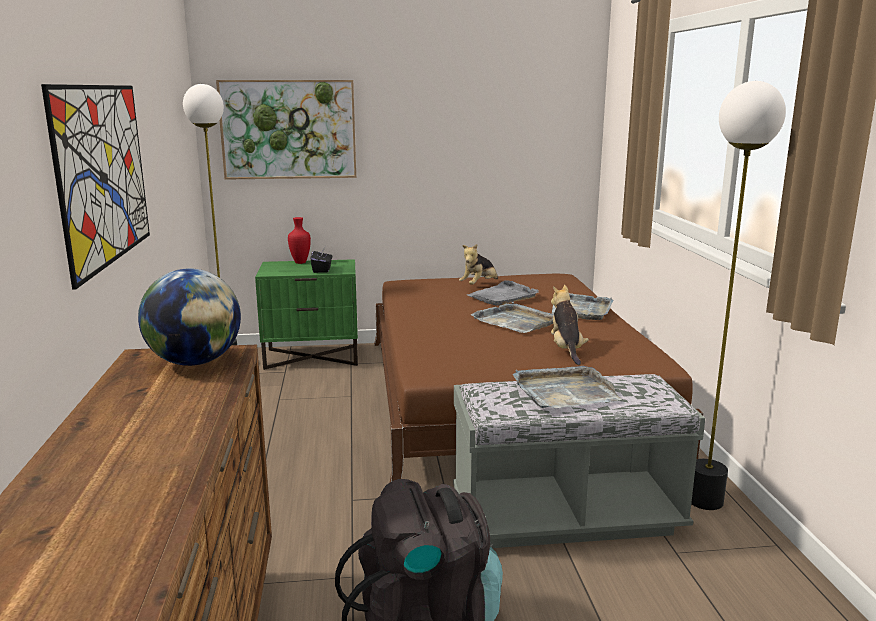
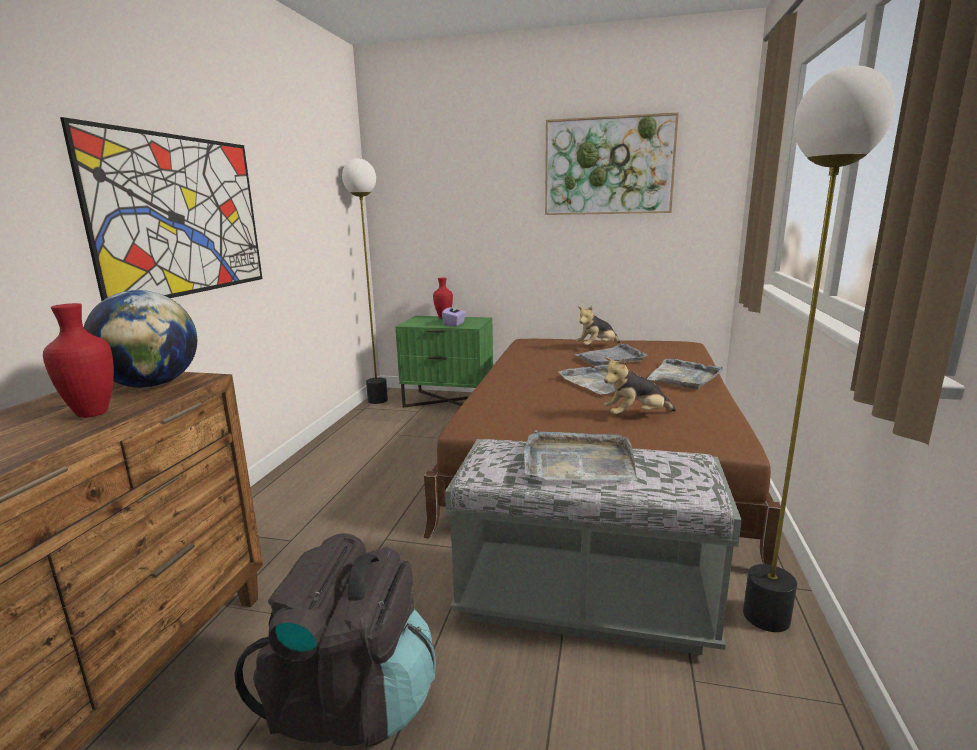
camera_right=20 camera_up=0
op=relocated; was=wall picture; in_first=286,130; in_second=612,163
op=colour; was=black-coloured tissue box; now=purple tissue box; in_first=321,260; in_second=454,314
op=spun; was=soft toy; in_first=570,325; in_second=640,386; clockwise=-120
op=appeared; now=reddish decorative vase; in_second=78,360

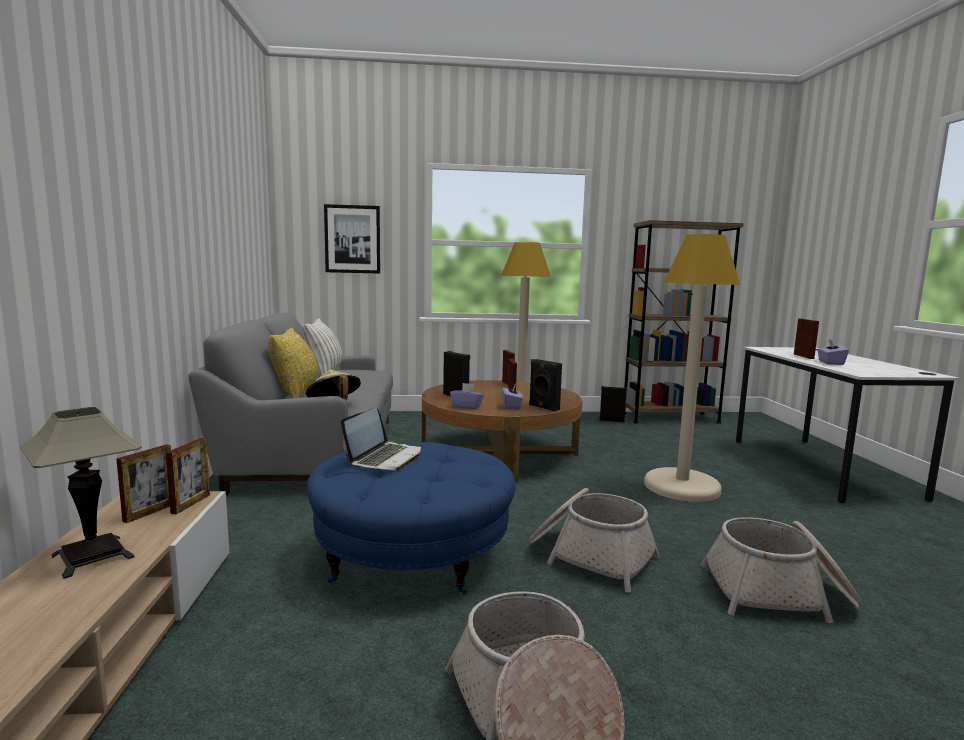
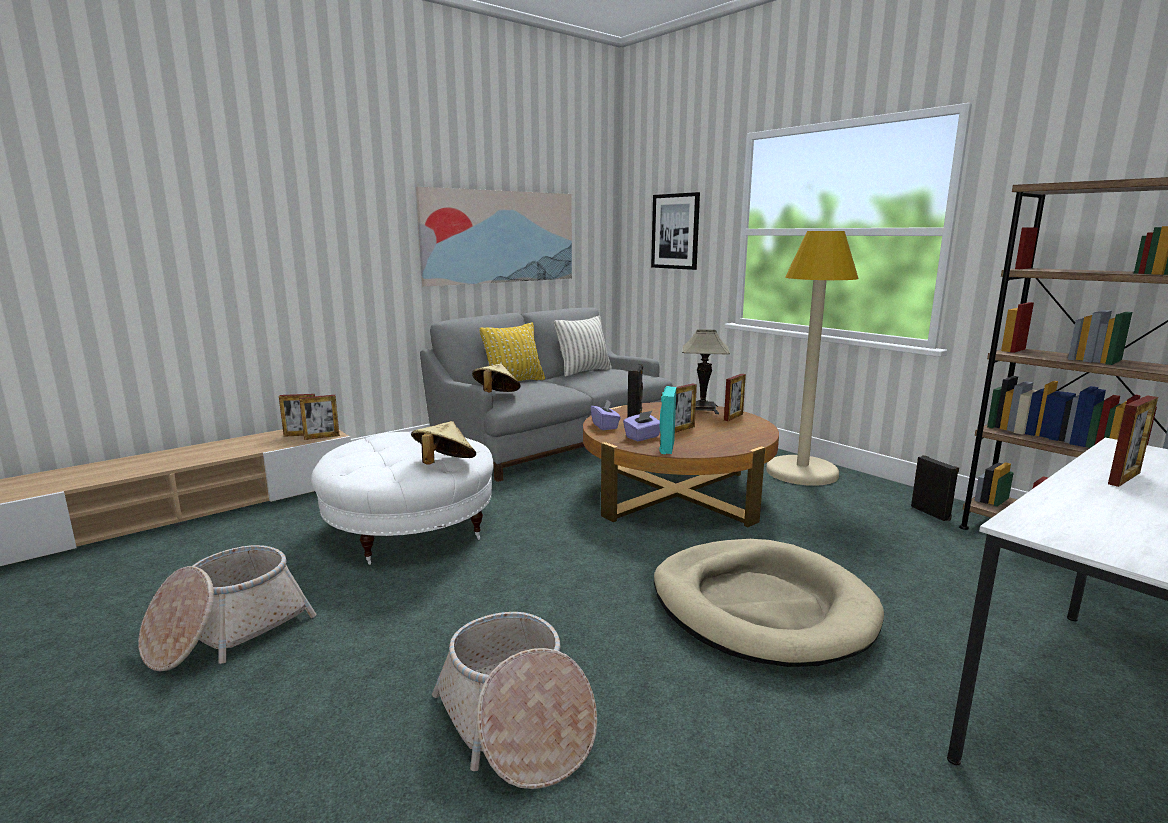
camera_right=55 camera_up=5
op=exchanged; was=beige-coloured standing lamp; now=beige-coloured dog cushion; in_first=692,368; in_second=769,603
op=missing; was=purple tissue box; in_first=833,352
op=colour; was=black-coloured loudspeaker; now=turquoise loudspeaker; in_first=545,385; in_second=668,420
op=relocated; was=table lamp; in_first=81,493; in_second=706,371
op=missing; was=portable computer; in_first=381,438
op=colour; was=bluish footrest; now=white-coloured footrest; in_first=411,518; in_second=402,498
op=missing; was=storage basket; in_first=594,540
op=appeared; now=wall picture; in_second=494,237
op=appeared; now=beige-coloured clothing hat; in_second=443,443

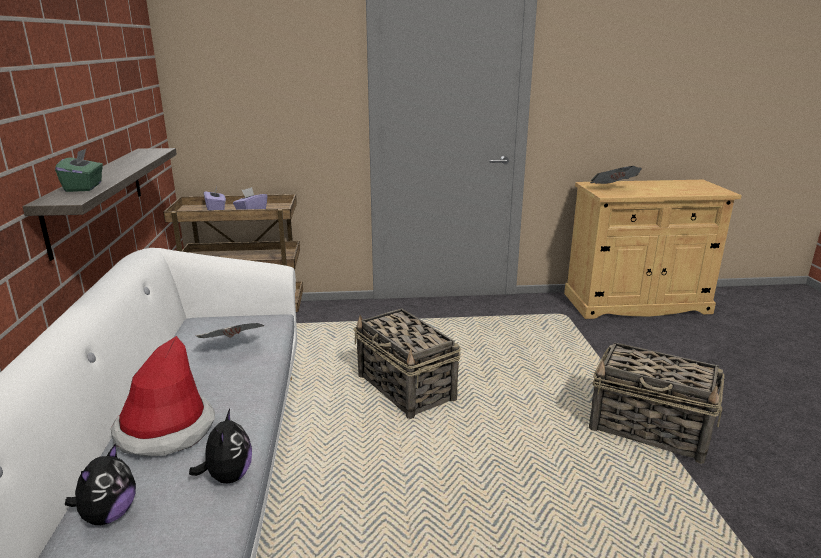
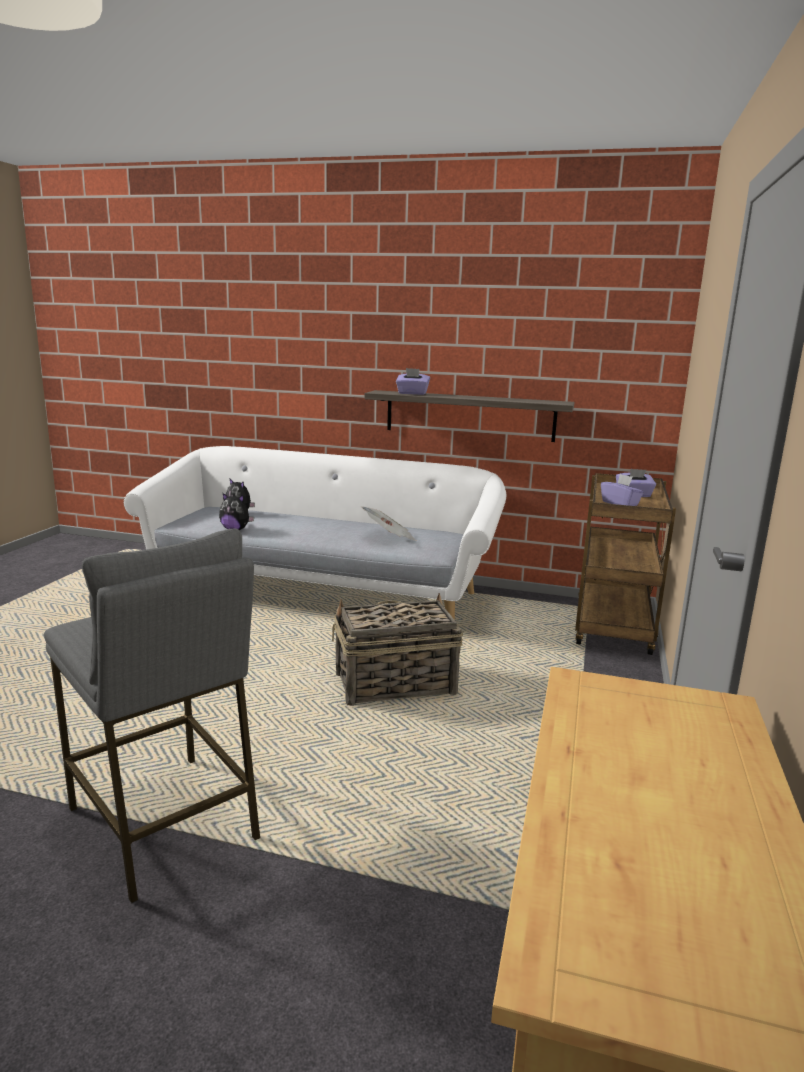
camera_right=110 camera_up=-5
op=colour; was=green-coloured tissue box; now=purple tissue box; in_first=79,170; in_second=413,381
op=missing; was=newspaper; in_first=616,175
op=missing; was=clothing hat; in_first=163,396
op=exchanged; was=storage basket; now=gray stool; in_first=657,403; in_second=152,716

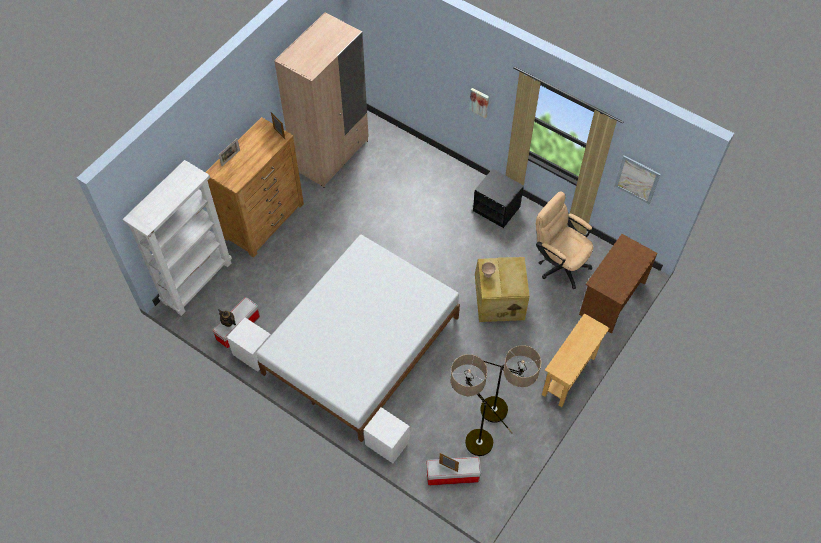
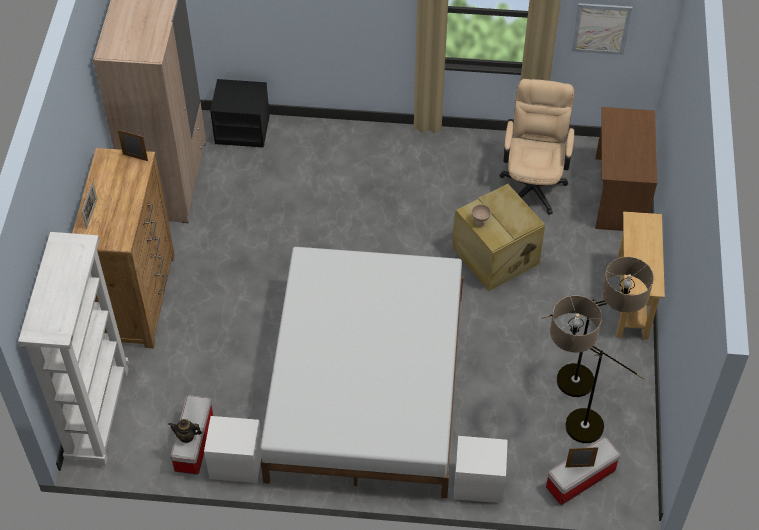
camera_right=-30 camera_up=-5
op=missing; was=wall picture; in_first=479,103
op=relocated; was=black-coloured bedside table; in_first=498,198; in_second=240,113
op=spun; was=beige-coloured computer chair; in_first=564,240; in_second=537,147; clockwise=90

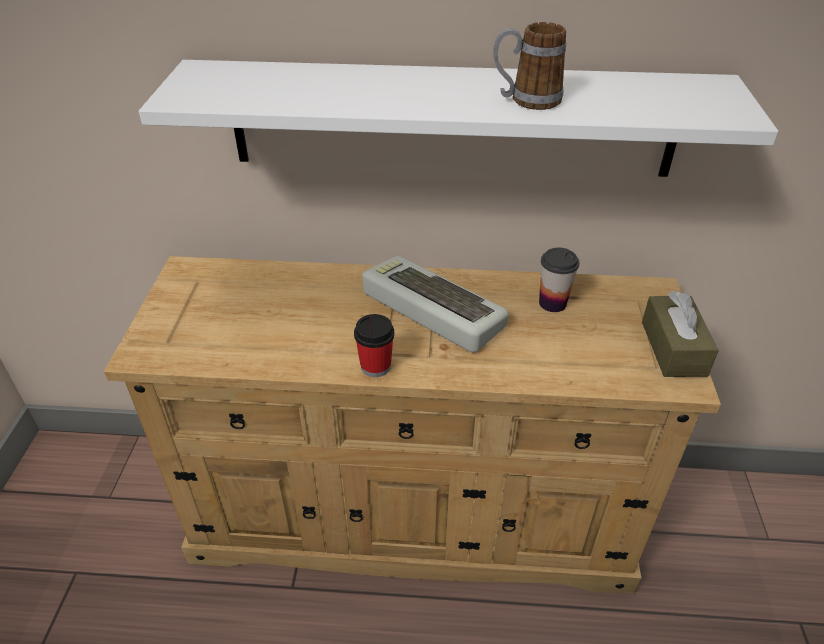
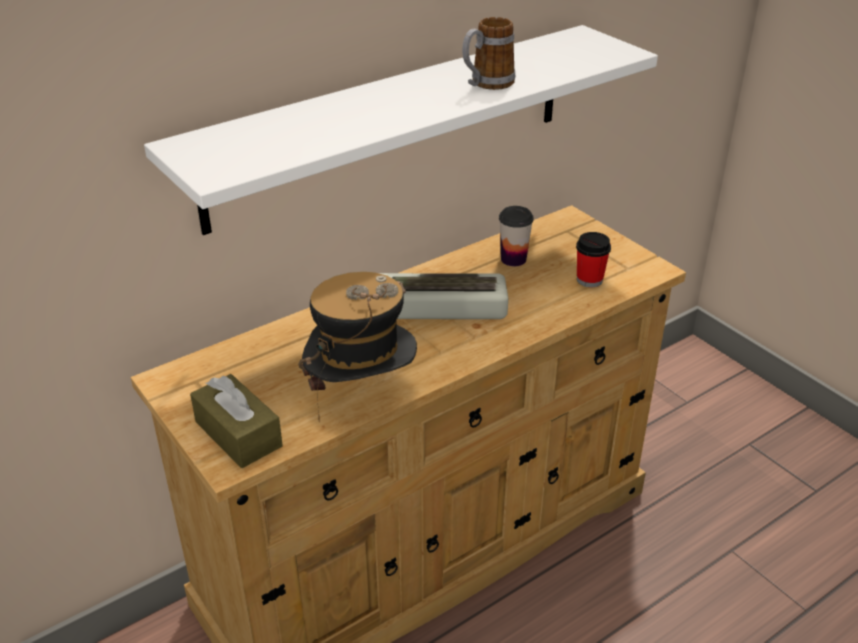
camera_right=-40 camera_up=-5
op=relocated; was=brown tissue box; in_first=680,334; in_second=236,421
op=relocated; was=small cup; in_first=374,345; in_second=593,259
op=appeared; now=clothing hat; in_second=357,347

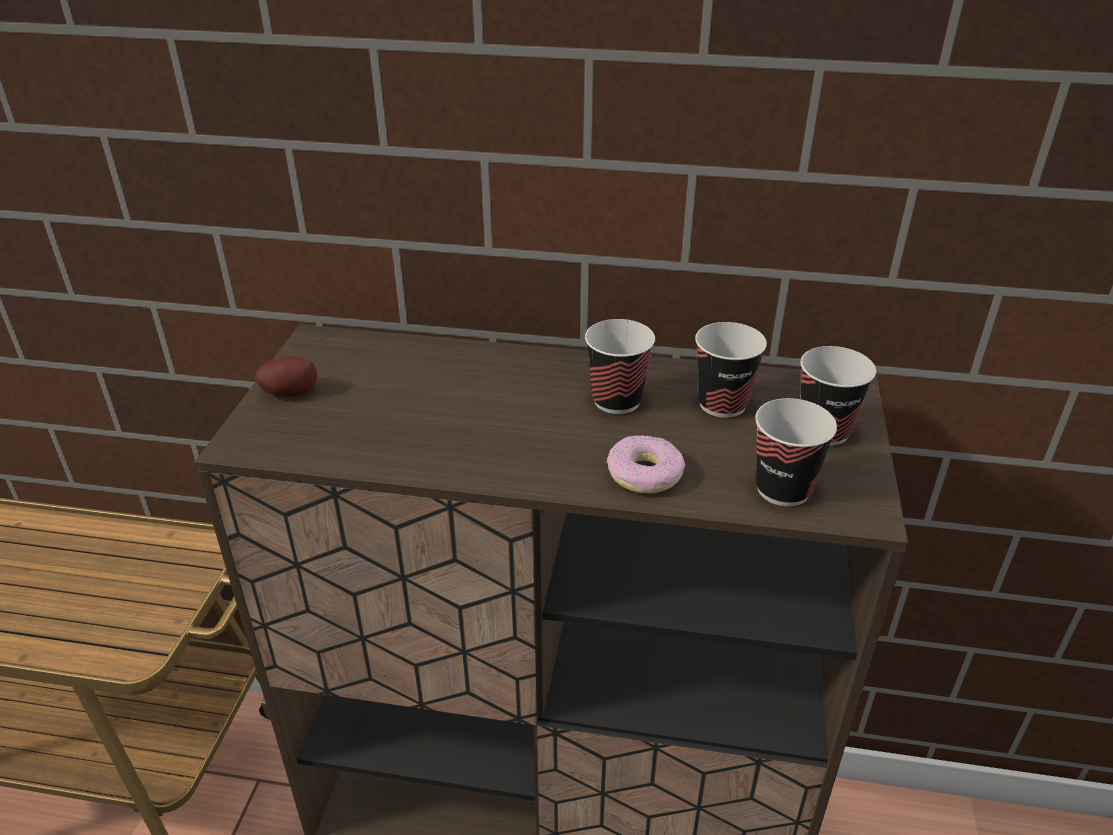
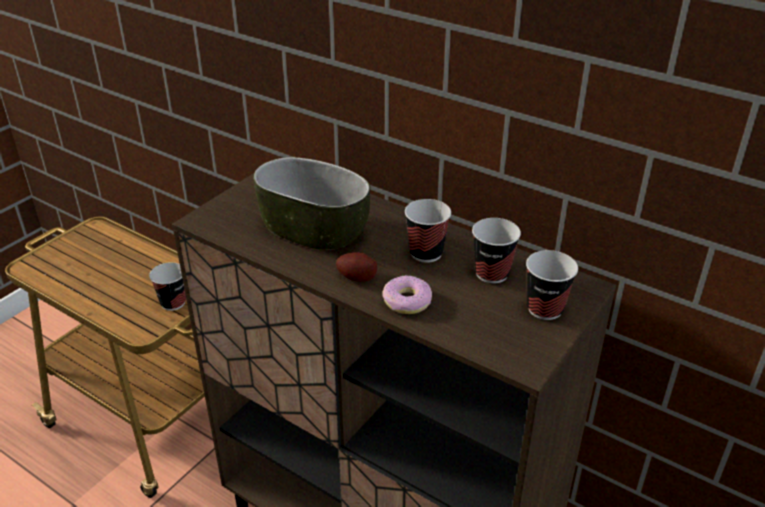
camera_right=25 camera_up=0
op=relocated; was=potato; in_first=286,376; in_second=356,267
op=relocated; was=small cup; in_first=796,452; in_second=167,286
op=appeared; now=deep dish; in_second=312,203

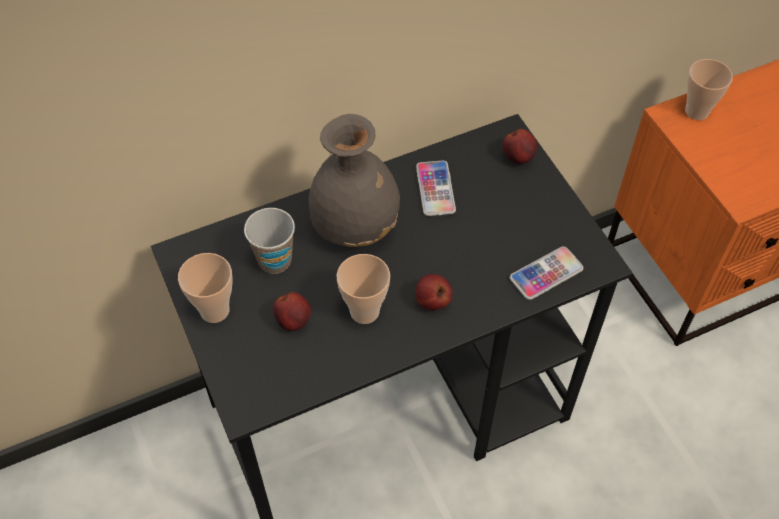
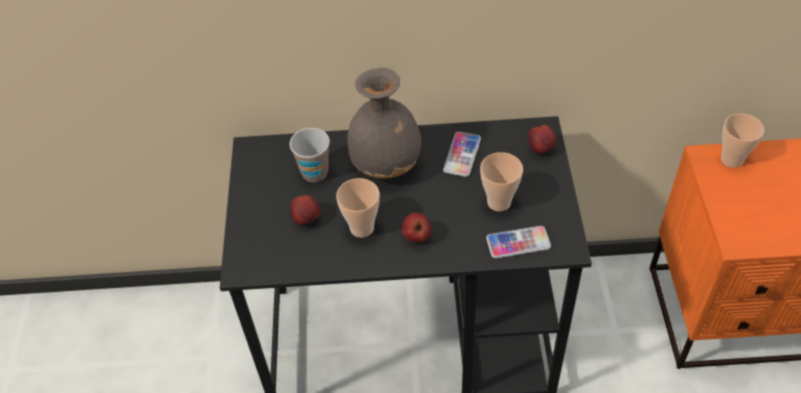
camera_right=25 camera_up=-5
op=relocated; was=small cup; in_first=205,288; in_second=501,182

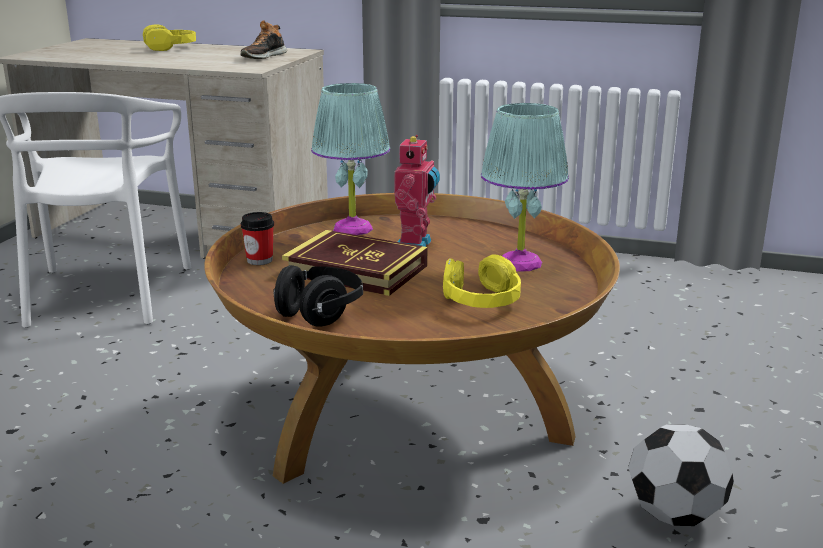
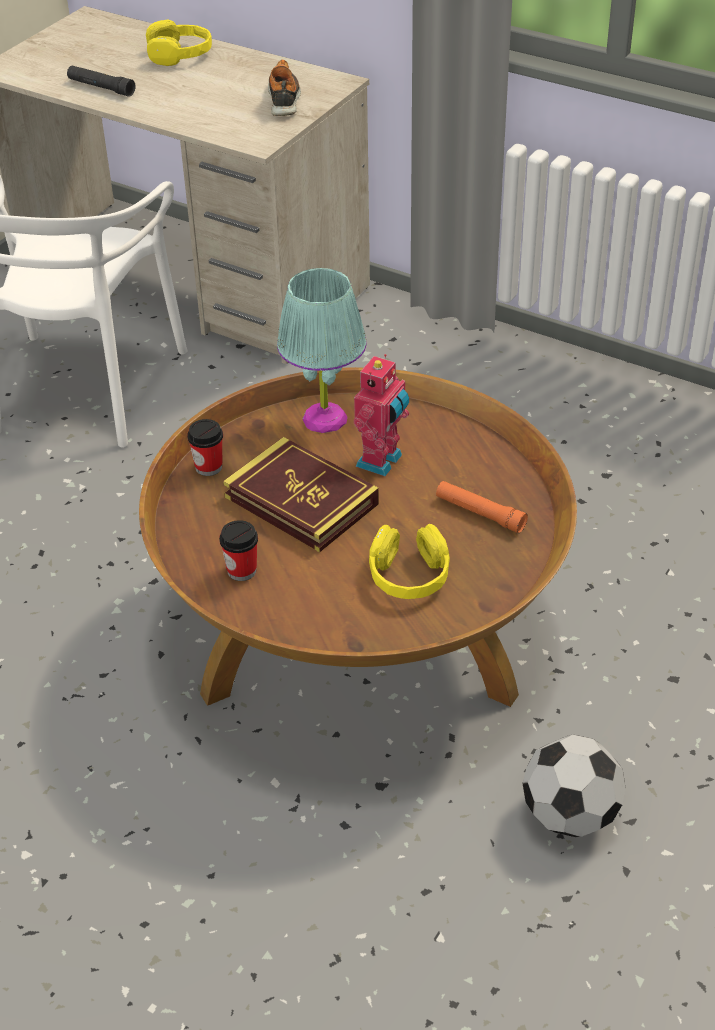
camera_right=15 camera_up=20
op=spun; was=shoe; in_first=263,39; in_second=284,88; clockwise=135
op=exchanged; was=turquoise table lamp; now=orange hand torch; in_first=525,187; in_second=482,507
op=exchanged; was=black-coloured pair of headphones; now=small cup; in_first=318,296; in_second=238,550
op=appeared; now=black-coloured hand torch; in_second=101,81

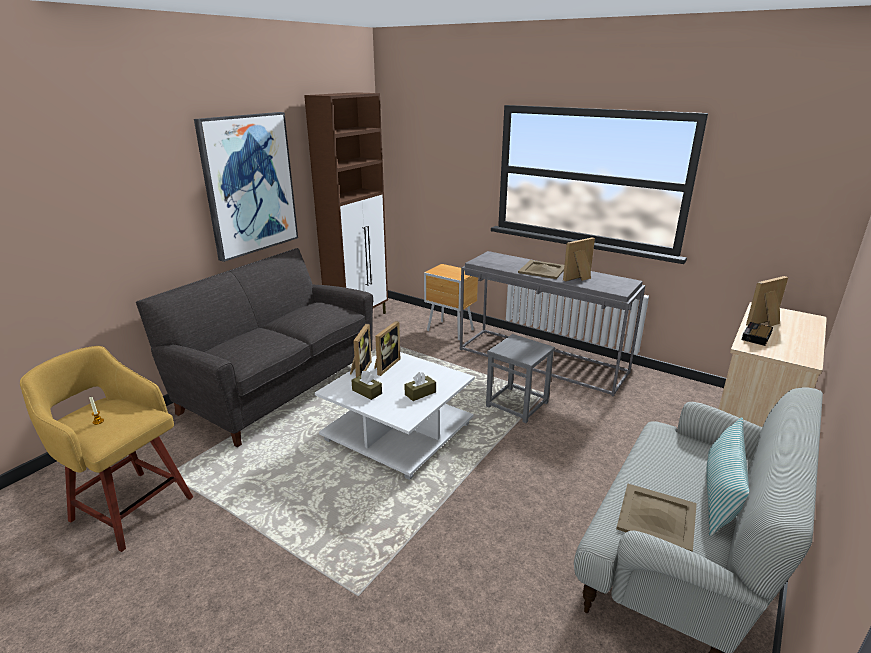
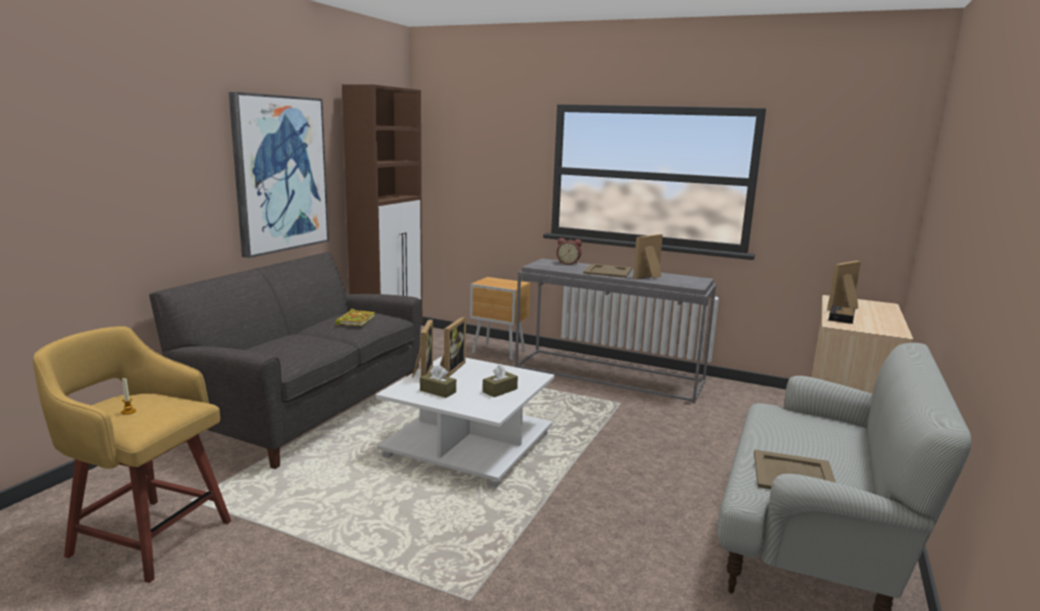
camera_right=-10 camera_up=-10
op=missing; was=gray stool; in_first=520,378
op=missing; was=throw pillow; in_first=728,476
op=appeared; now=alarm clock; in_second=569,251
op=appeared; now=book; in_second=355,317

